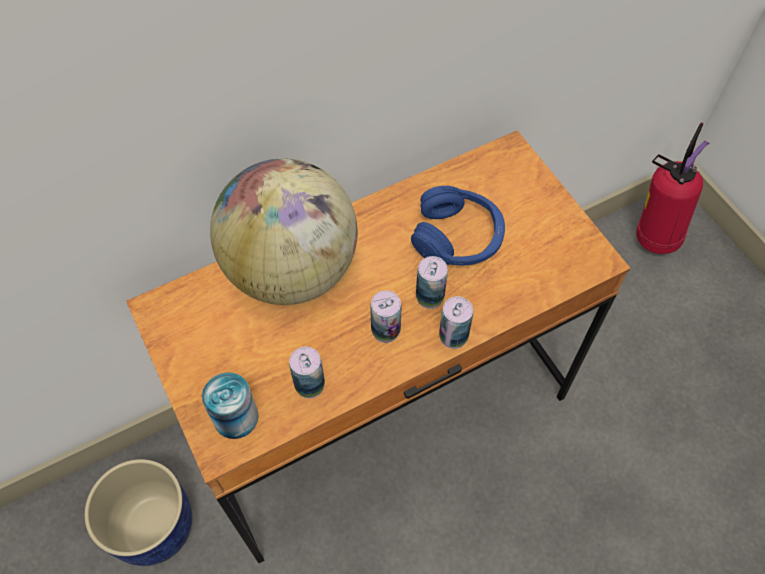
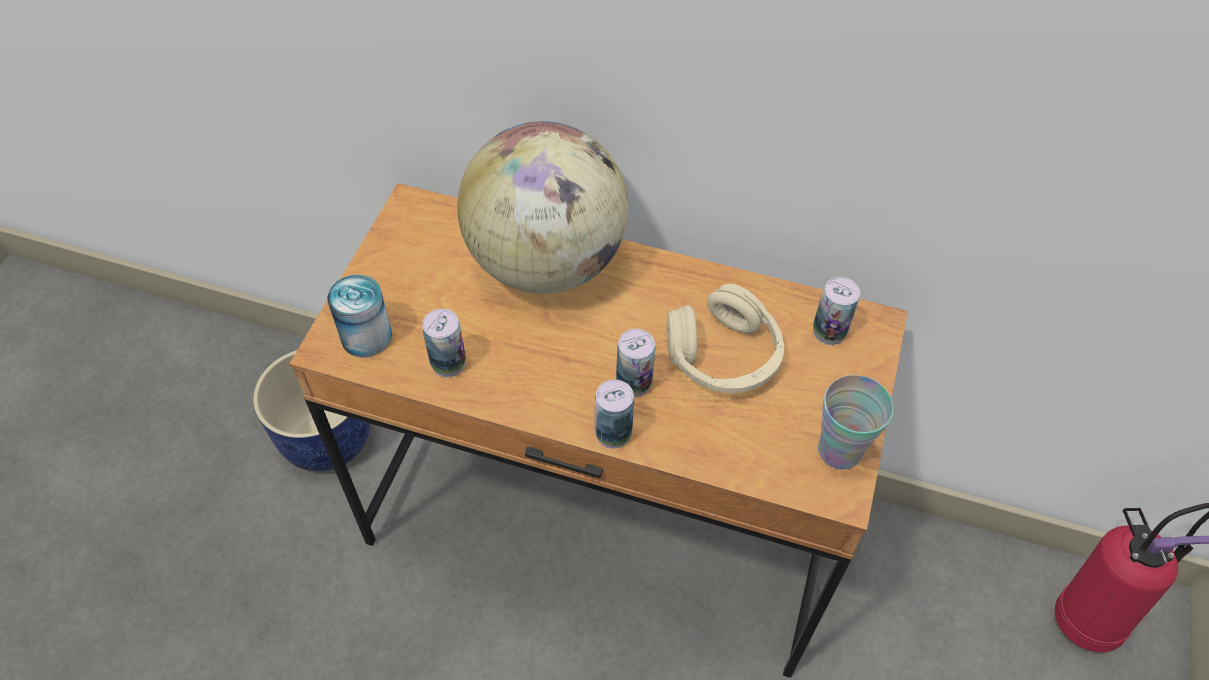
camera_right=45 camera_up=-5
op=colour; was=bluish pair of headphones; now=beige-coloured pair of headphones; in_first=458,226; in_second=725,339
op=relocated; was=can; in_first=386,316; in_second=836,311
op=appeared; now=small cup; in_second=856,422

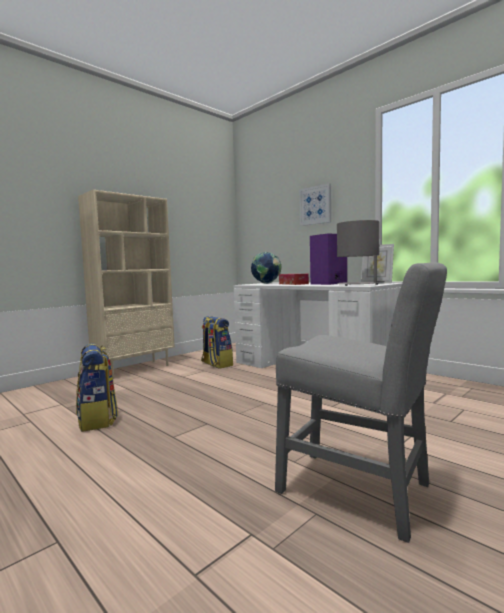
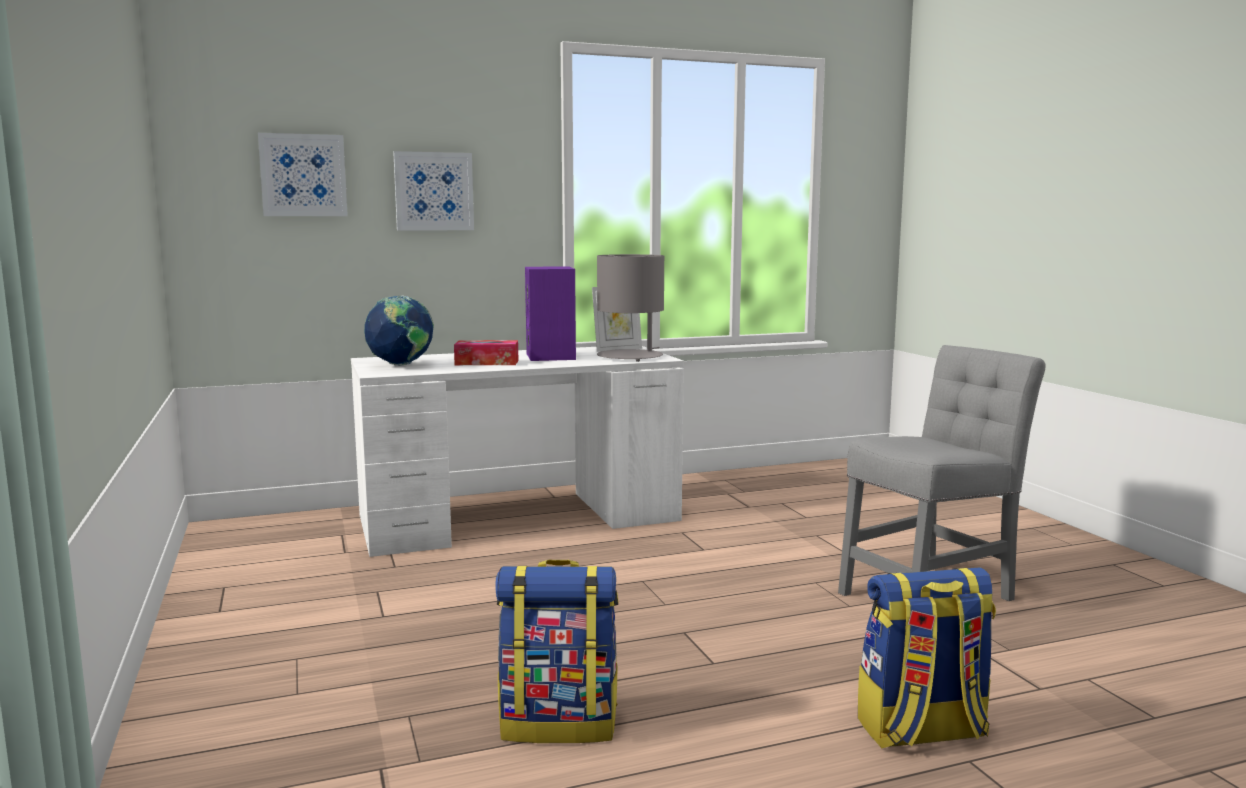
camera_right=-65 camera_up=5
op=missing; was=beige-coloured bookshelf; in_first=126,284
op=relocated; was=knapsack; in_first=217,342; in_second=927,658
op=appeared; now=wall picture; in_second=303,174

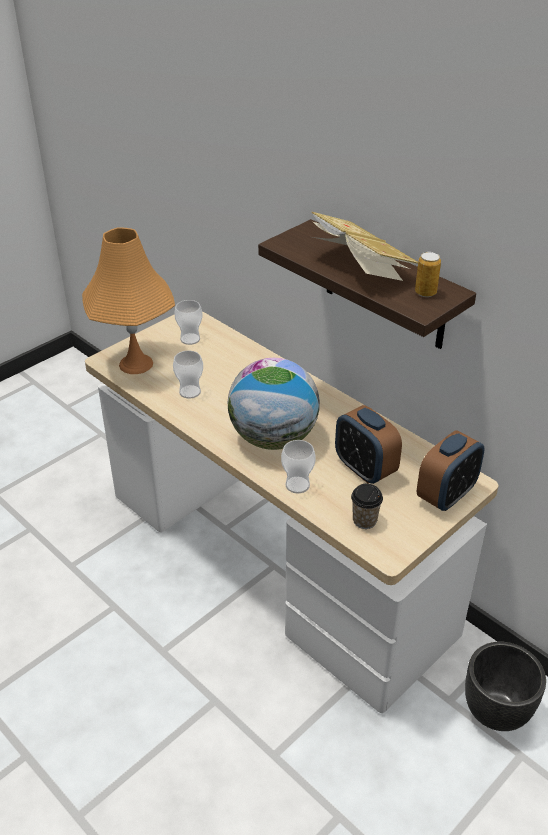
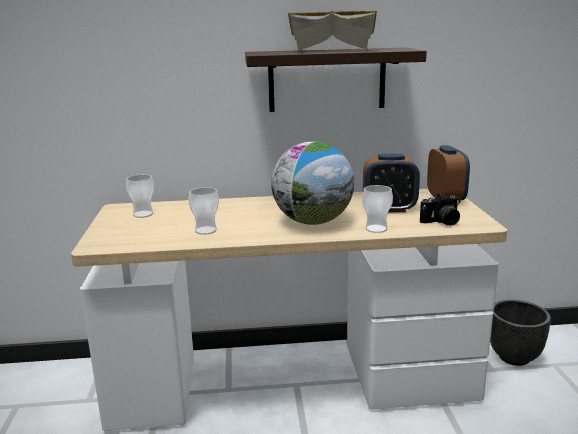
camera_right=-50 camera_up=-20
op=missing; was=orange table lamp; in_first=128,301
op=missing; was=can; in_first=428,274
op=exchanged; was=small cup; now=photo camera; in_first=367,506; in_second=440,209

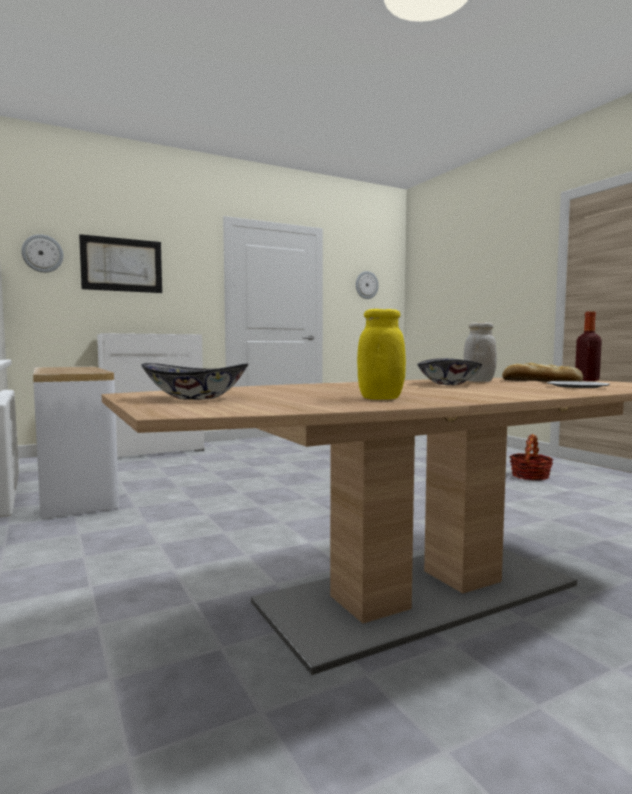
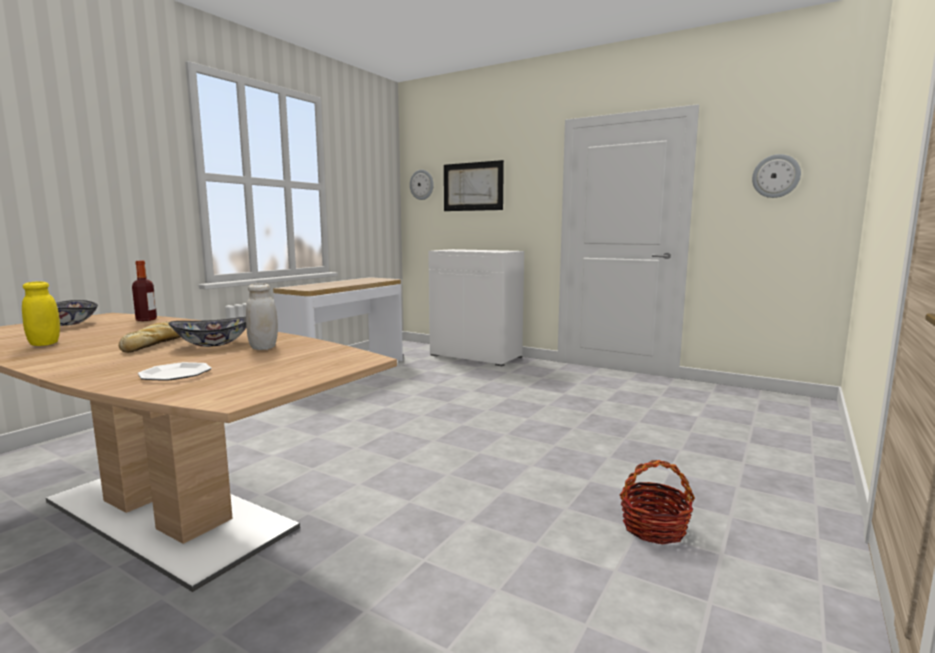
camera_right=60 camera_up=5
op=relocated; was=beverage bottle; in_first=588,346; in_second=144,291
op=relocated; was=bread; in_first=542,372; in_second=149,337

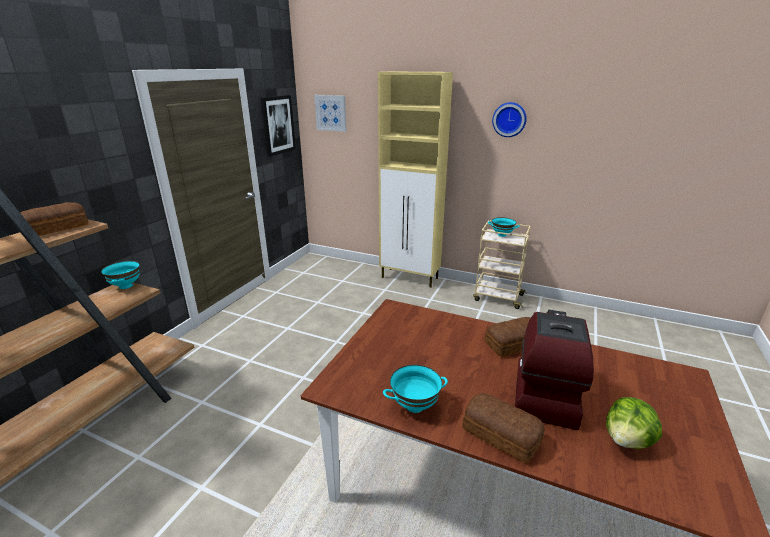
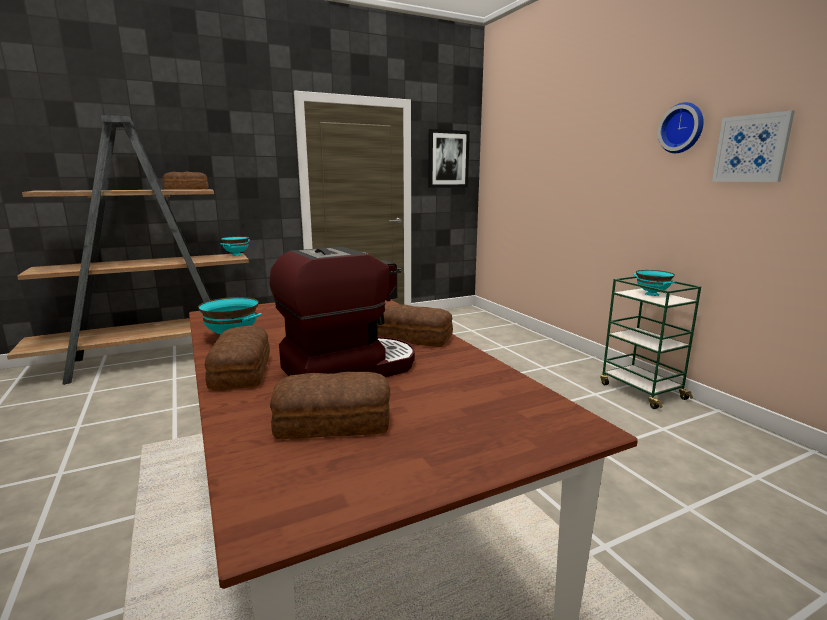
camera_right=40 camera_up=-10
op=missing; was=beige-coloured storage cabinet; in_first=415,180
op=relocated; was=wall picture; in_first=330,113; in_second=753,146
op=colour; was=beige-coloured wheeled cart; now=green-coloured wheeled cart; in_first=502,264; in_second=650,342
op=exchanged; was=lettuce; now=bread; in_first=634,423; in_second=330,406

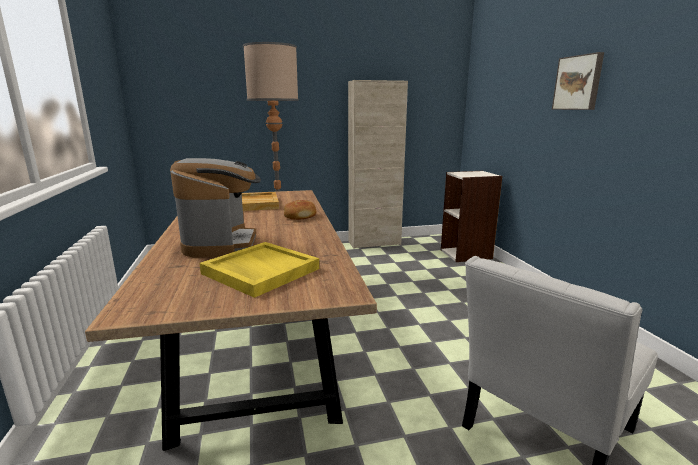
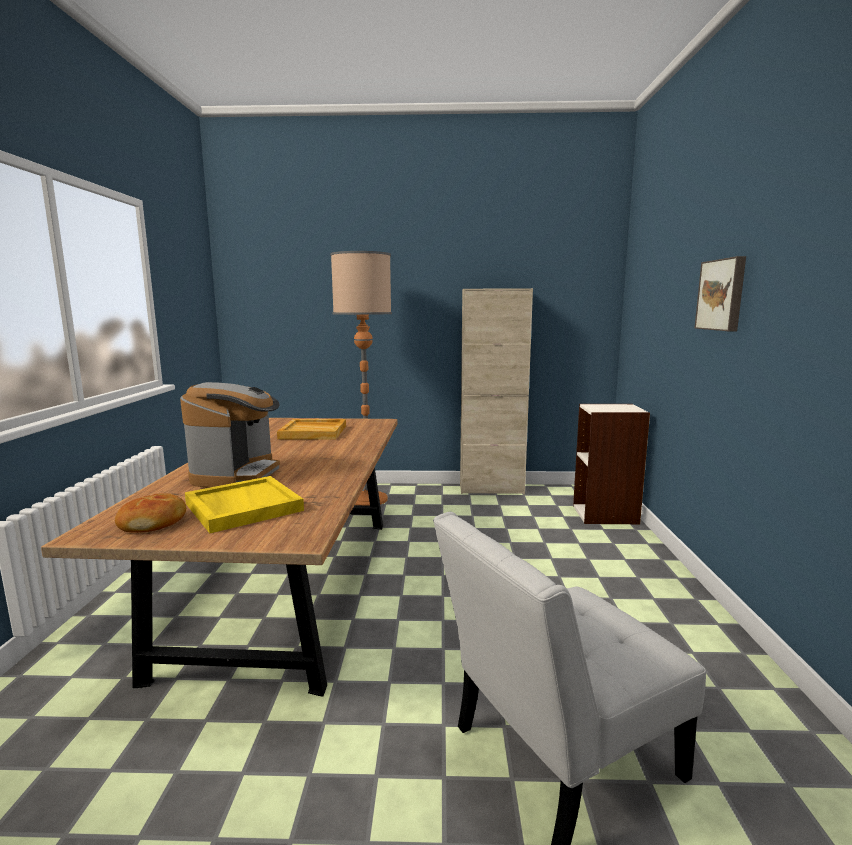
camera_right=15 camera_up=-5
op=relocated; was=bread; in_first=300,210; in_second=150,513

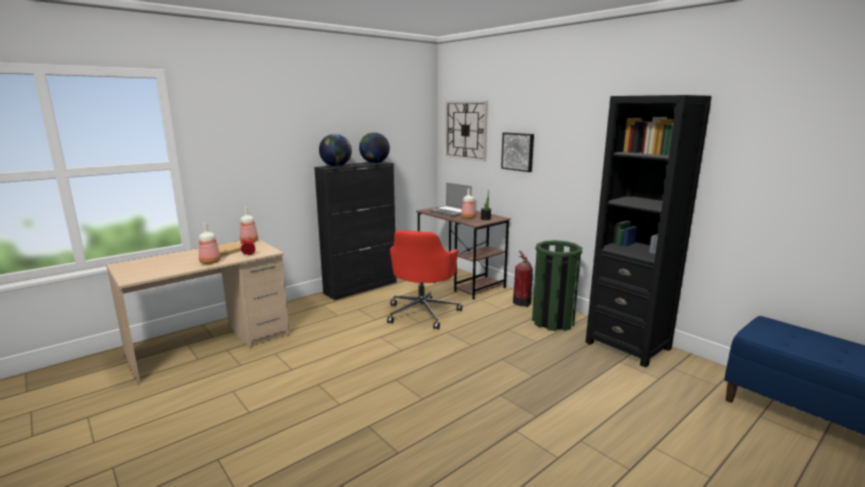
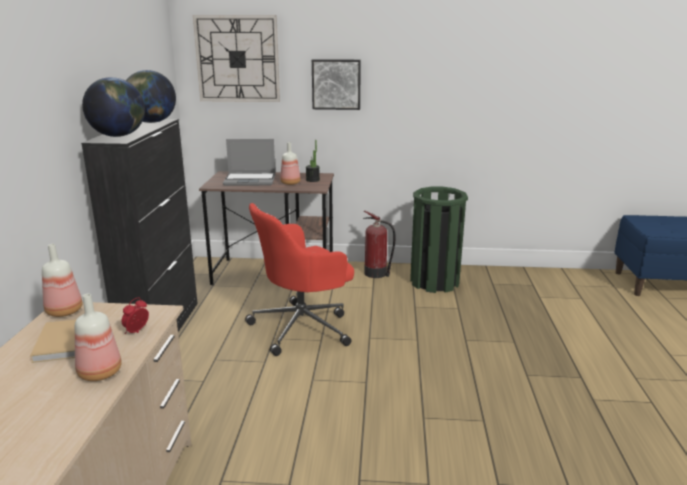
camera_right=-45 camera_up=5
op=missing; was=black-coloured bookshelf; in_first=648,231
op=spun; was=reddish computer chair; in_first=424,279; in_second=299,279; clockwise=90

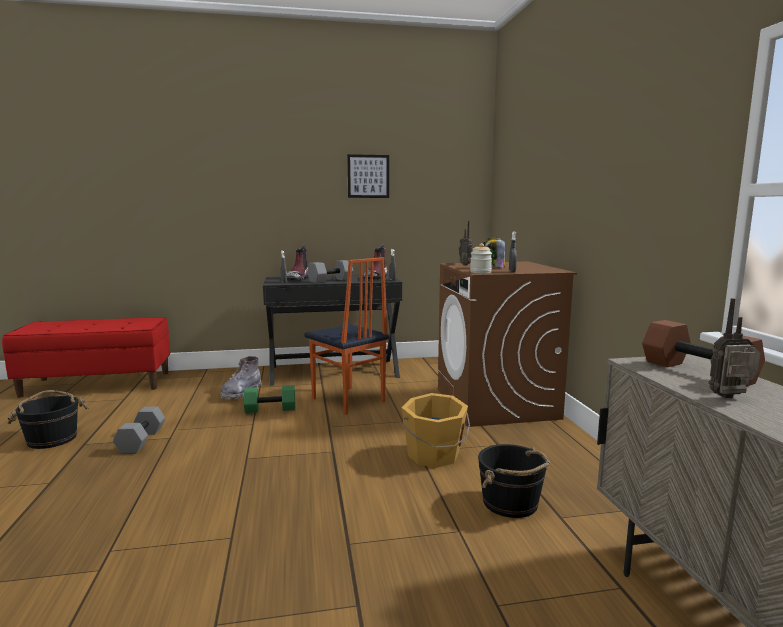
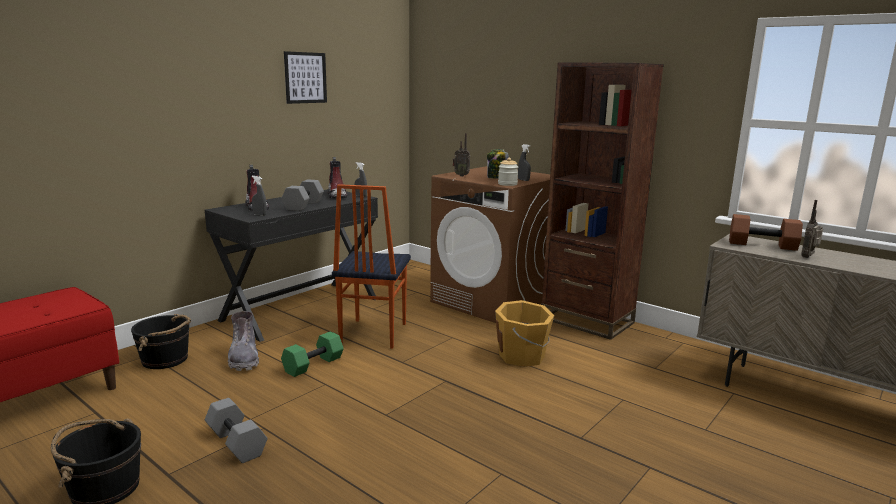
camera_right=-40 camera_up=5
op=spun; was=upright chair; in_first=346,336; in_second=371,266; clockwise=90
op=relocated; was=black-coloured water bucket; in_first=514,481; in_second=161,341
op=appeared; now=brown bookshelf; in_second=602,201

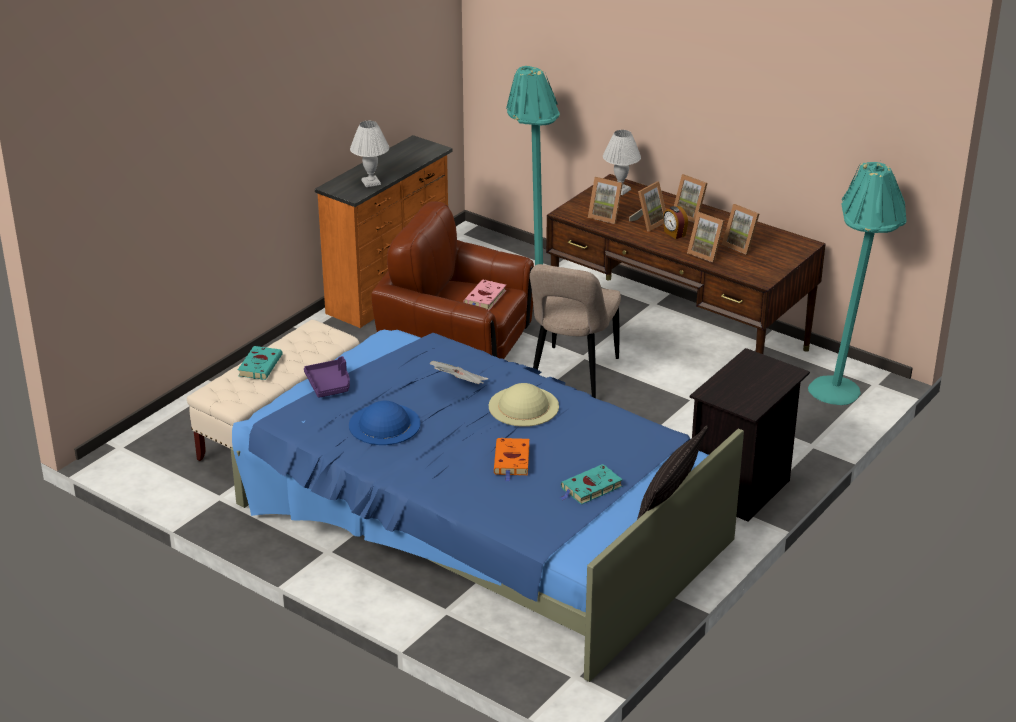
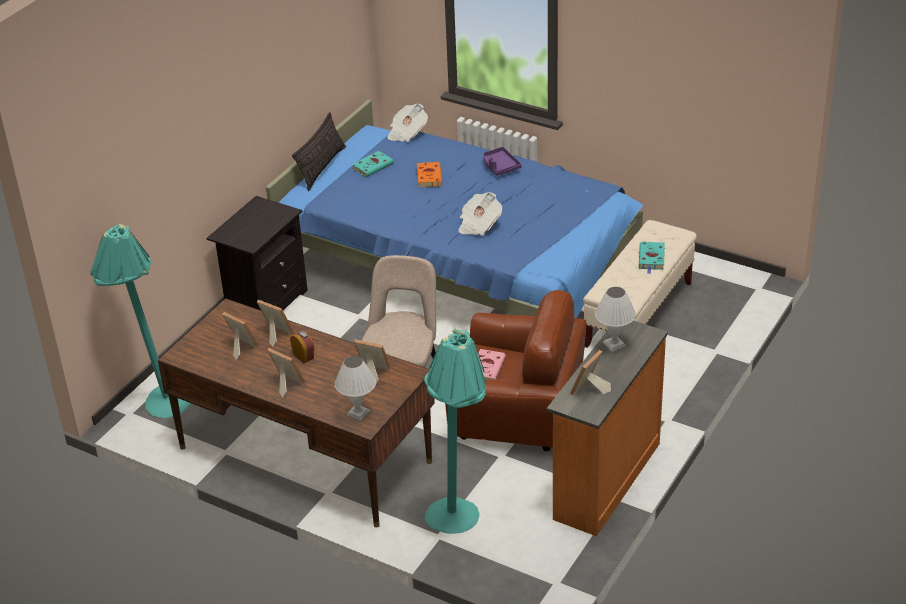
camera_right=175 camera_up=5
op=relocated; was=photo frame; in_first=647,206; in_second=590,372
op=relocated; was=purple carrying tray; in_first=327,377; in_second=502,161
op=missing; was=beige-coloured clothing hat; in_first=524,405
op=missing; was=bluish clothing hat; in_first=385,423
op=appeared; now=newspaper; in_second=407,123

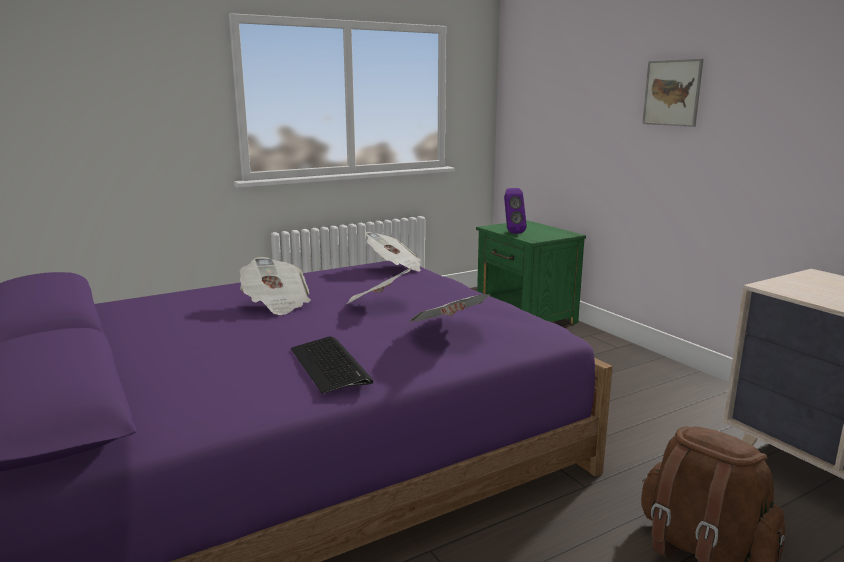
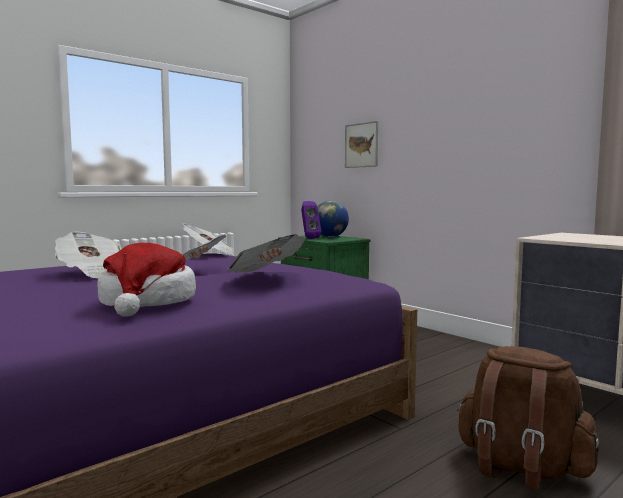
camera_right=-10 camera_up=-10
op=relocated; was=wall picture; in_first=673,93; in_second=361,144
op=exchanged; was=computer keyboard; now=clothing hat; in_first=332,365; in_second=146,280
op=appeared; now=desk globe; in_second=333,219

